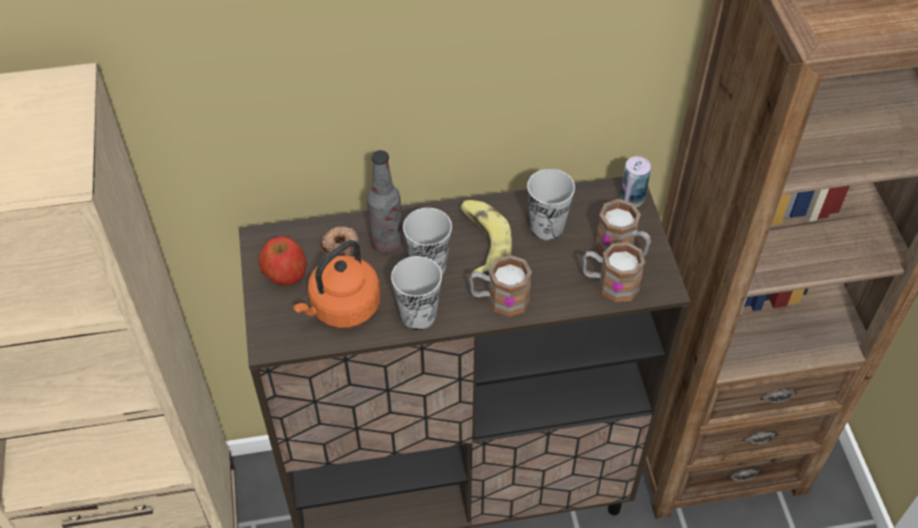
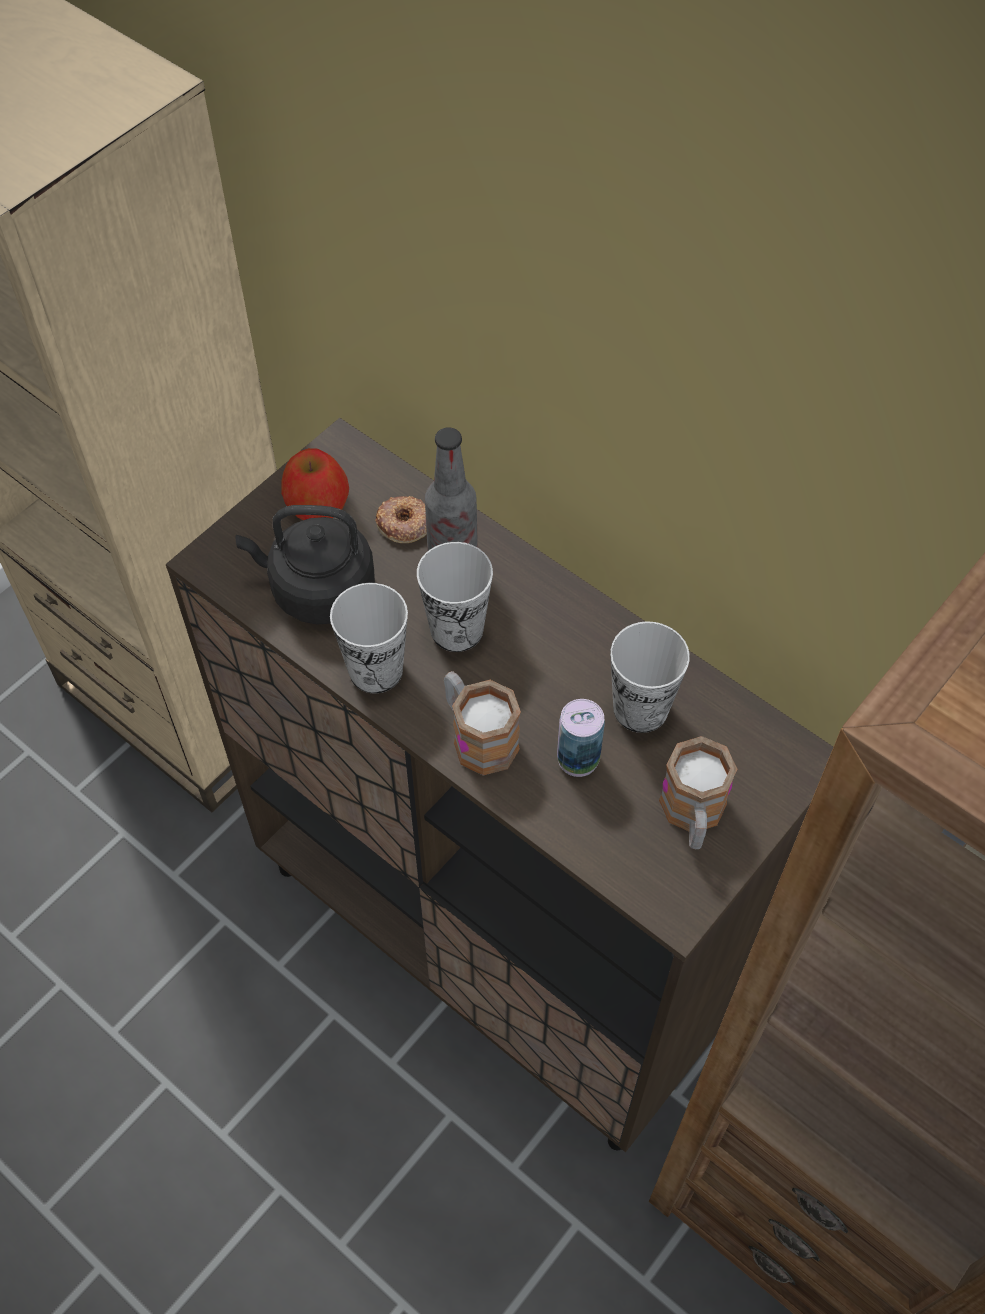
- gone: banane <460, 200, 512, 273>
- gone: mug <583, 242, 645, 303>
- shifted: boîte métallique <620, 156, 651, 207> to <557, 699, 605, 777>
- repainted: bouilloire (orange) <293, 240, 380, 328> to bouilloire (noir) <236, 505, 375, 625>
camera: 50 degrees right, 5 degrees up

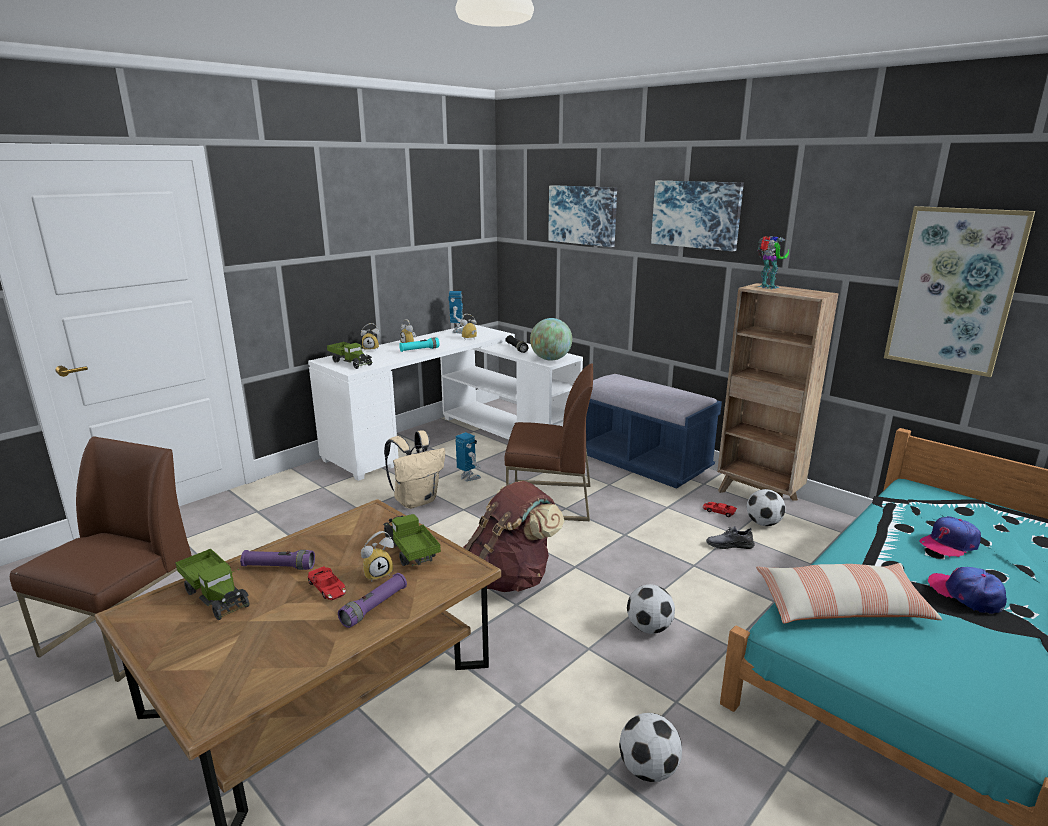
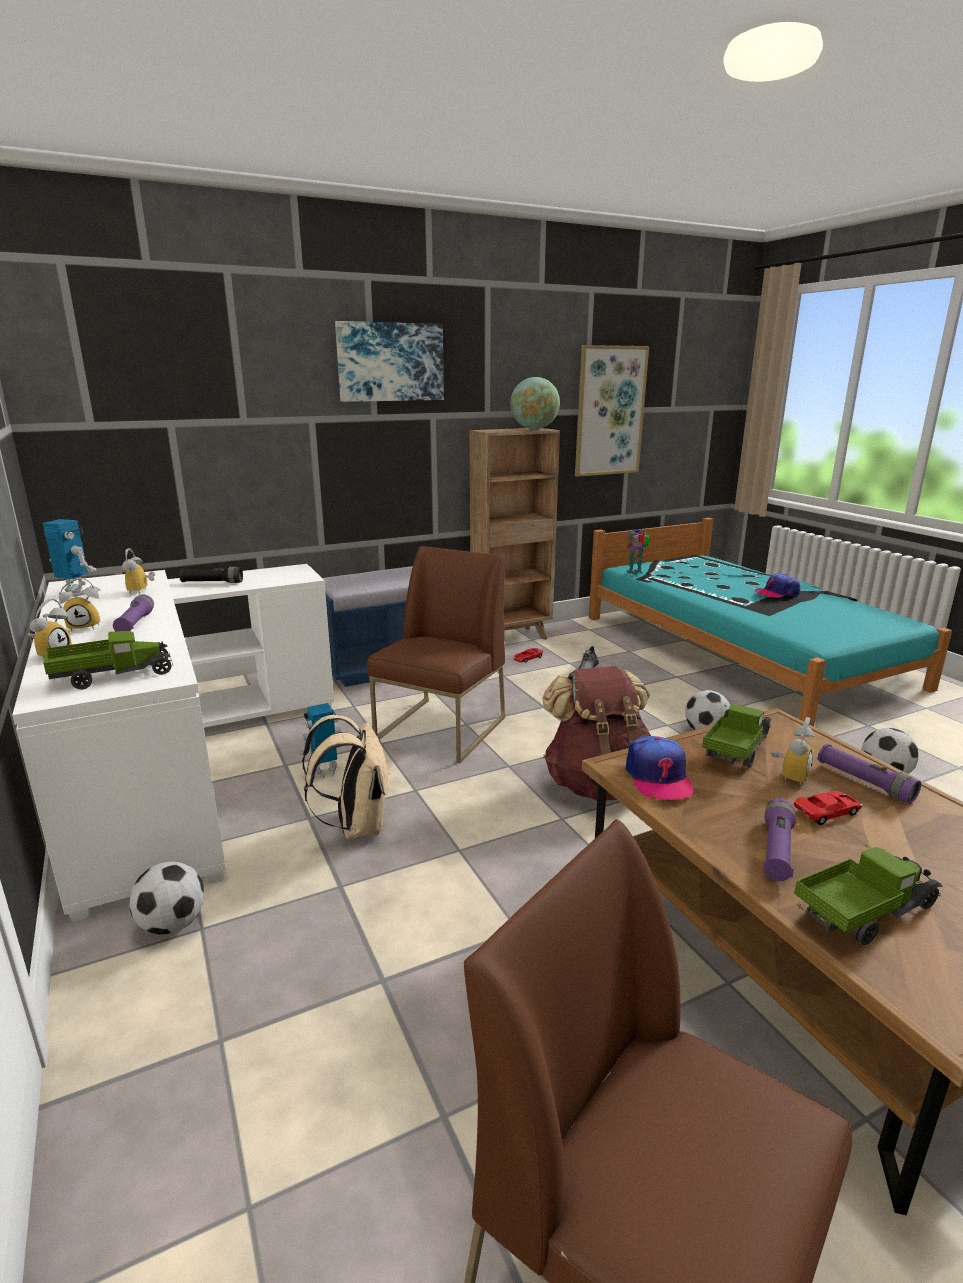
- gone: tableau <548, 185, 617, 247>
- gone: coussin <756, 563, 942, 623>
- shifted: globe <530, 318, 572, 361> to <510, 377, 560, 429>
- shifted: ballon de foot <747, 489, 786, 526> to <129, 861, 204, 935>
- shifted: robot jouet <757, 236, 789, 289> to <626, 529, 651, 575>
- shifted: casquette <919, 516, 981, 557> to <625, 736, 694, 800>
- repainted: lampe de poche (turquoise) <399, 338, 439, 352> to lampe de poche (violet) <113, 595, 154, 631>
- rotated: réveil <361, 531, 394, 581> = <771, 717, 815, 785> 45 degrees clockwise
- rotated: camion jouet <383, 514, 441, 566> = <702, 704, 771, 768> 135 degrees clockwise
camera: 70 degrees left, 0 degrees up

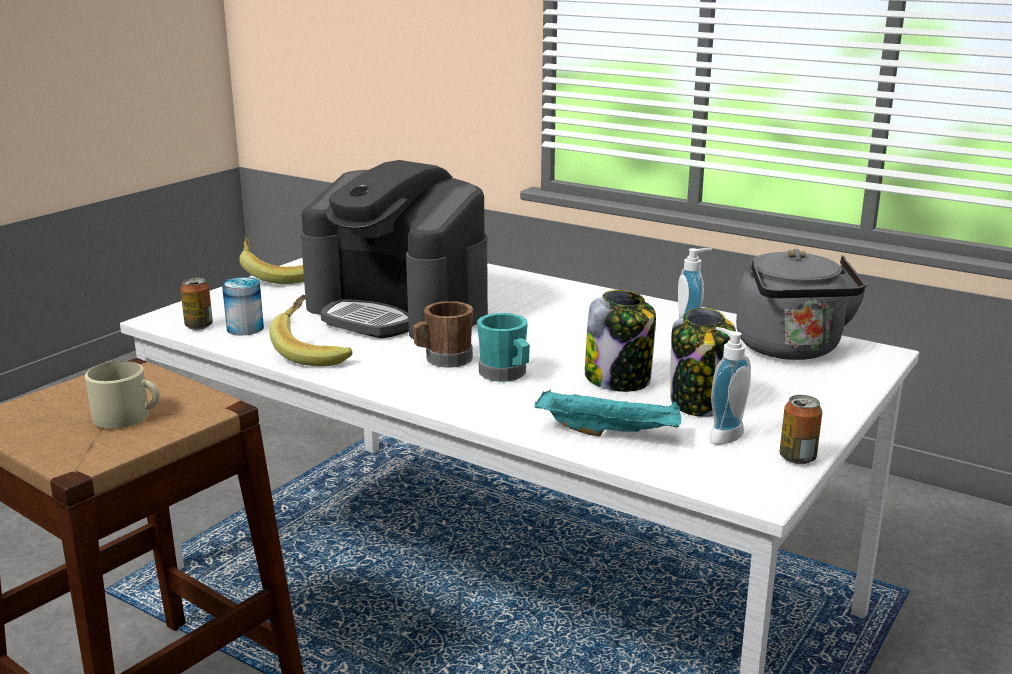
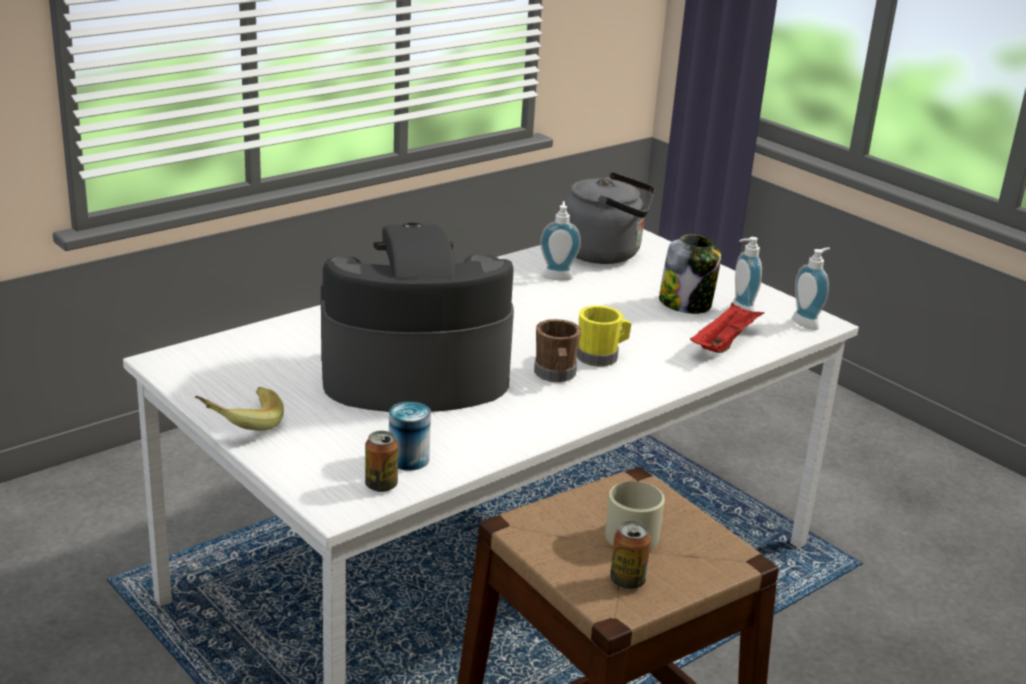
- gone: banane <269, 295, 352, 366>
- gone: bocal <585, 290, 656, 392>
- new: distributeur de savon <792, 248, 830, 330>
- shifted: boîte métallique <780, 395, 822, 464> to <610, 521, 651, 589>
- repainted: mug (turquoise) <477, 313, 530, 382> to mug (jaune) <577, 305, 631, 367>
- repainted: plateau (turquoise) <534, 389, 681, 437> to plateau (rouge) <690, 302, 764, 353>
- rotated: machine à café <301, 160, 488, 339> = <321, 223, 514, 412> 150 degrees counterclockwise
camera: 75 degrees left, 5 degrees up

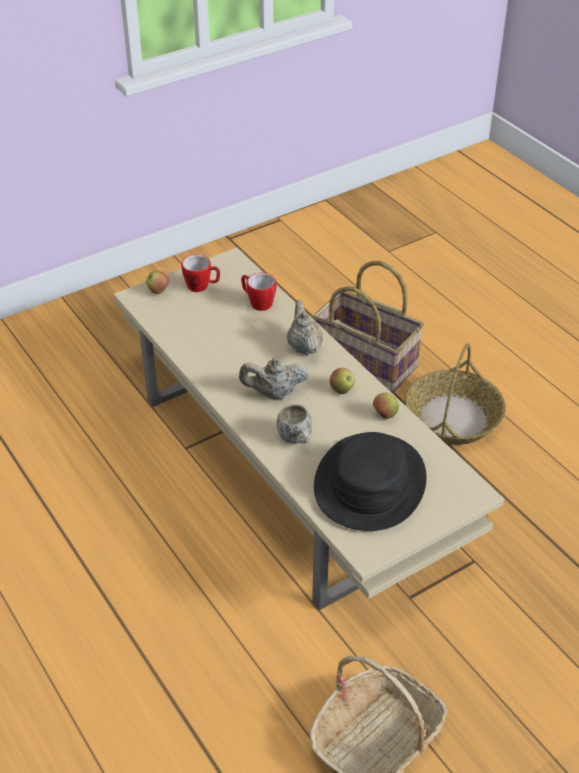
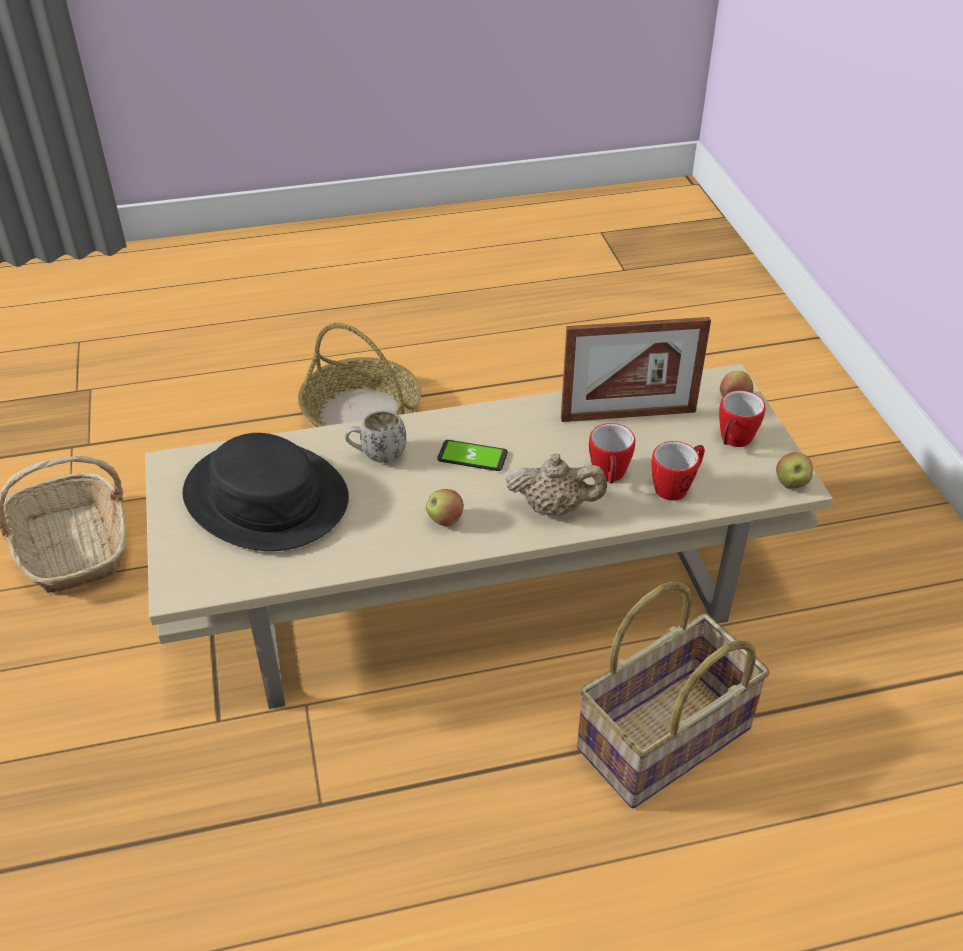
- new: cadre photo <561, 317, 711, 422>
- new: mug <589, 423, 635, 484>
- shifted: pomme <373, 393, 399, 419> to <776, 452, 813, 488>
- shifted: panier <405, 343, 506, 445> to <298, 323, 421, 427>
- swapped: théière (beige) <239, 357, 309, 400> to téléphone <437, 440, 508, 471>
camera: 110 degrees right, 0 degrees up

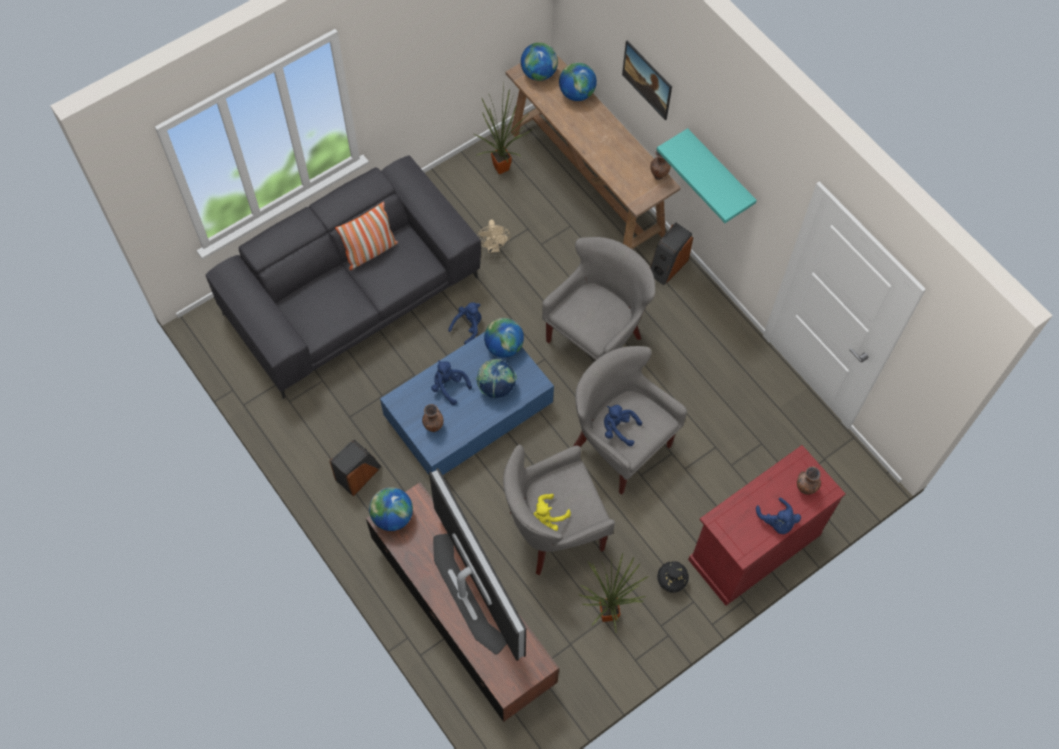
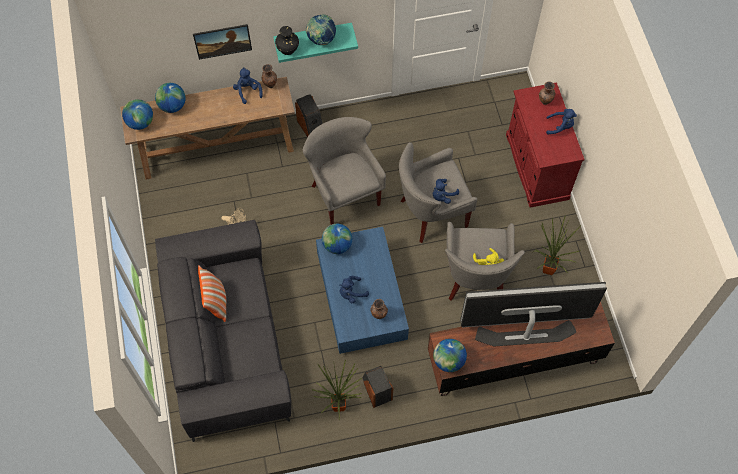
- shifted: peluche (bleu) <448, 302, 481, 344> to <233, 67, 263, 104>
- shifted: plante en pot <474, 81, 532, 174> to <312, 359, 362, 420>
- shifted: globe <476, 359, 517, 398> to <305, 15, 336, 45>
- shifted: vase (noir) <657, 561, 689, 593> to <275, 26, 299, 55>
camera: 65 degrees left, 0 degrees up

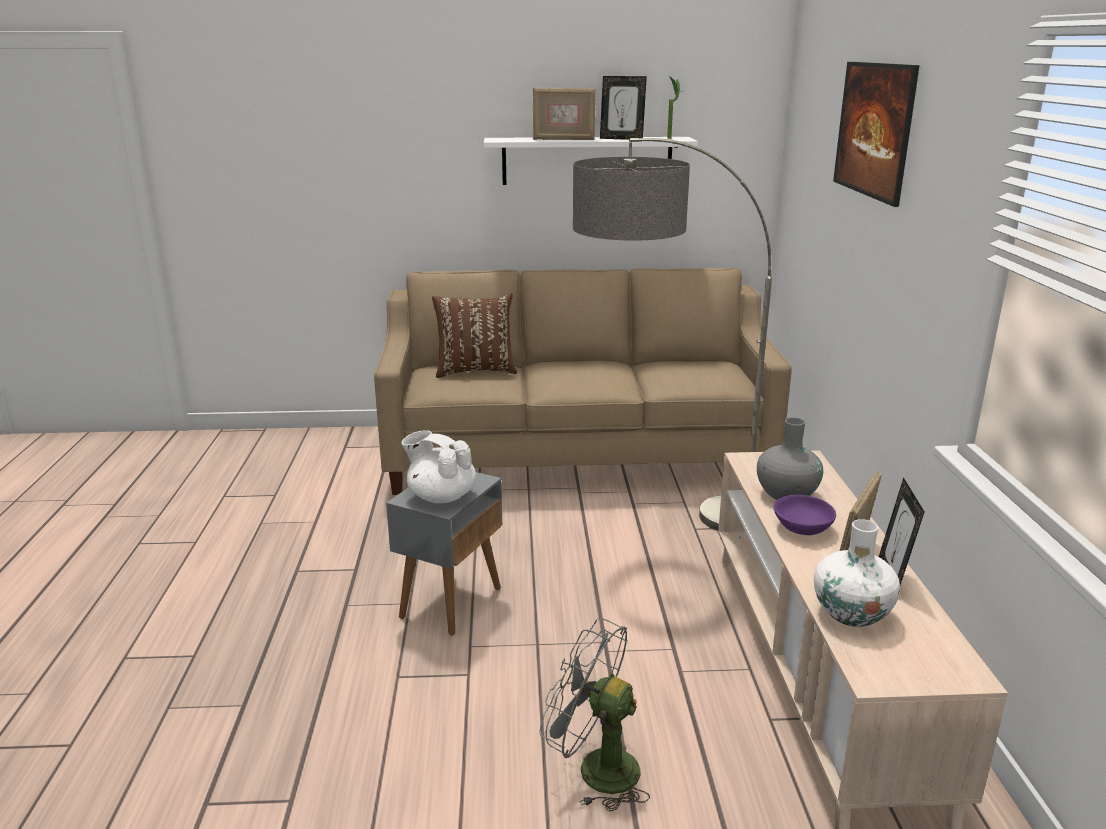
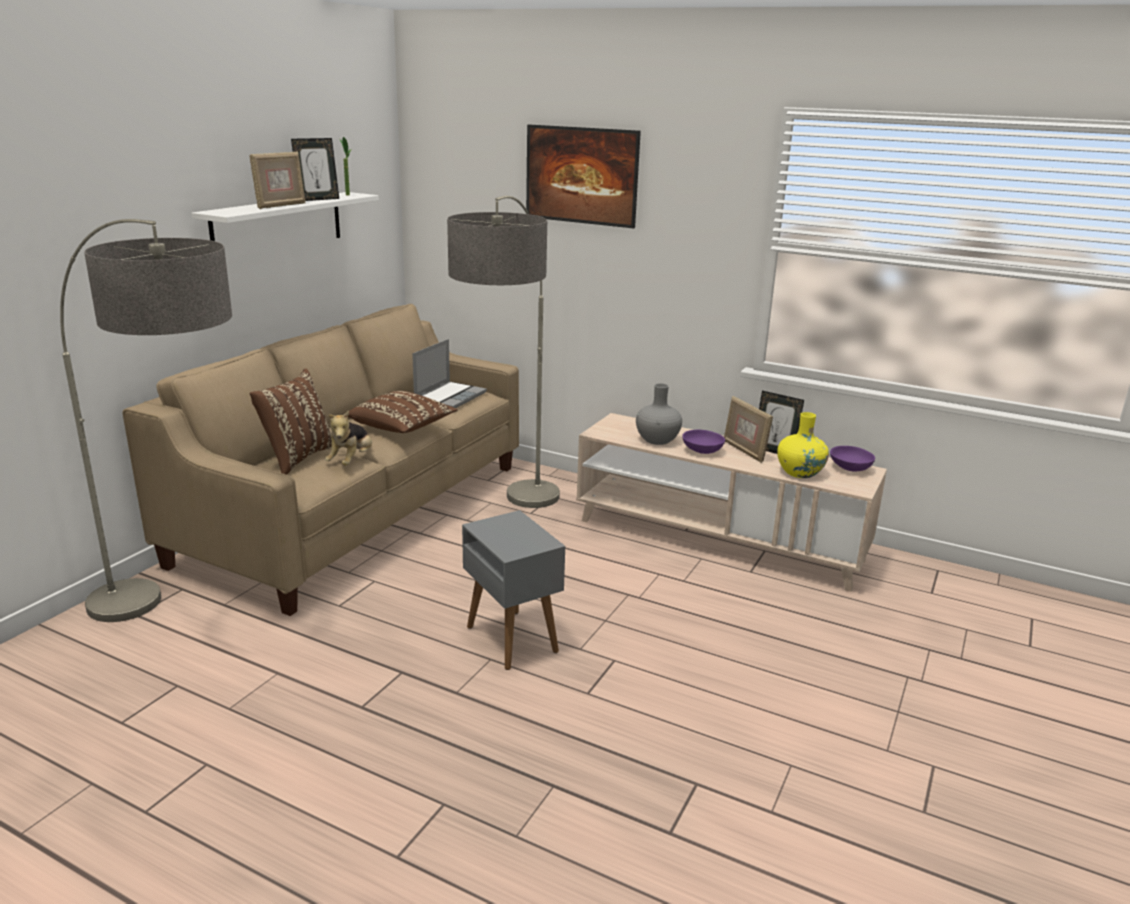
- gone: théière (blanc) <401, 430, 476, 503>
- gone: ventilateur (gris) <539, 618, 650, 812>
- new: lampadaire <60, 219, 232, 622>
- new: peluche <325, 411, 372, 466>
- new: coussin (marron) <348, 391, 457, 433>
- new: ordinateur portable <412, 339, 487, 408>
- new: bol (violet) <830, 446, 875, 472>
- repainted: vase (blanc) <814, 519, 900, 627> to vase (jaune) <777, 412, 829, 478>
camera: 60 degrees left, 0 degrees up

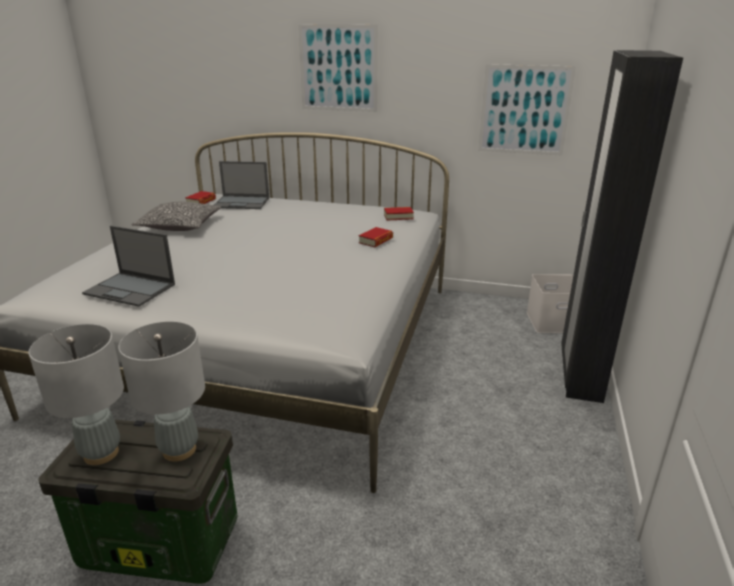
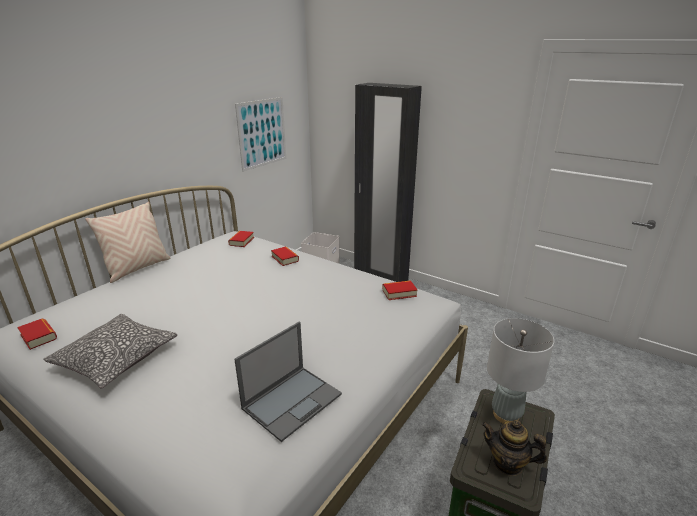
- gone: ordinateur portable <214, 161, 269, 209>
- gone: tableau <298, 24, 378, 112>
- new: coussin (beige) <85, 202, 170, 283>
- new: livre <382, 280, 417, 300>
- swapped: lampe de table (gris) <28, 324, 124, 465> to théière <481, 420, 547, 476>
camera: 70 degrees left, 0 degrees up

